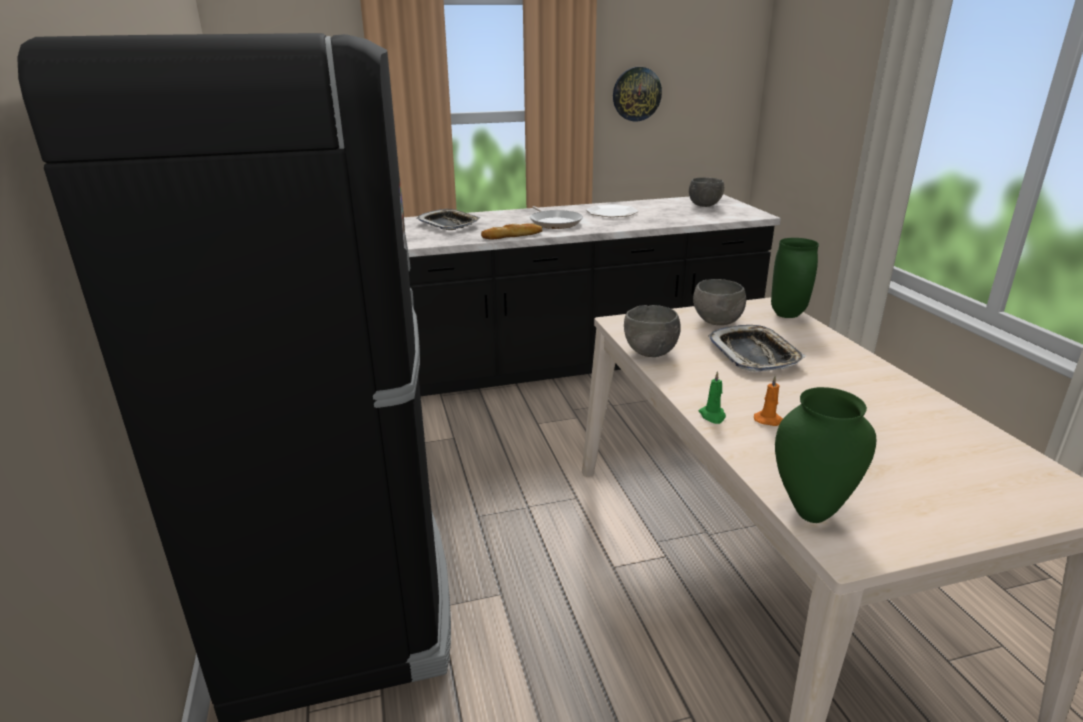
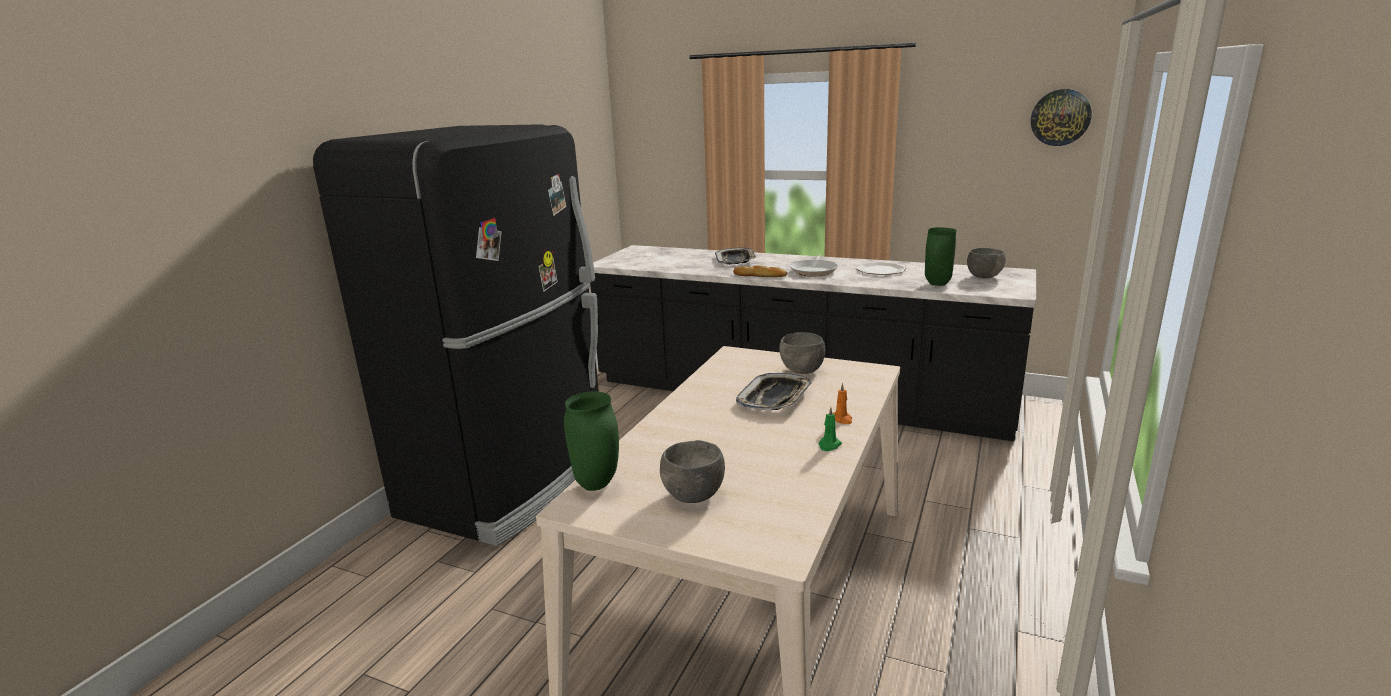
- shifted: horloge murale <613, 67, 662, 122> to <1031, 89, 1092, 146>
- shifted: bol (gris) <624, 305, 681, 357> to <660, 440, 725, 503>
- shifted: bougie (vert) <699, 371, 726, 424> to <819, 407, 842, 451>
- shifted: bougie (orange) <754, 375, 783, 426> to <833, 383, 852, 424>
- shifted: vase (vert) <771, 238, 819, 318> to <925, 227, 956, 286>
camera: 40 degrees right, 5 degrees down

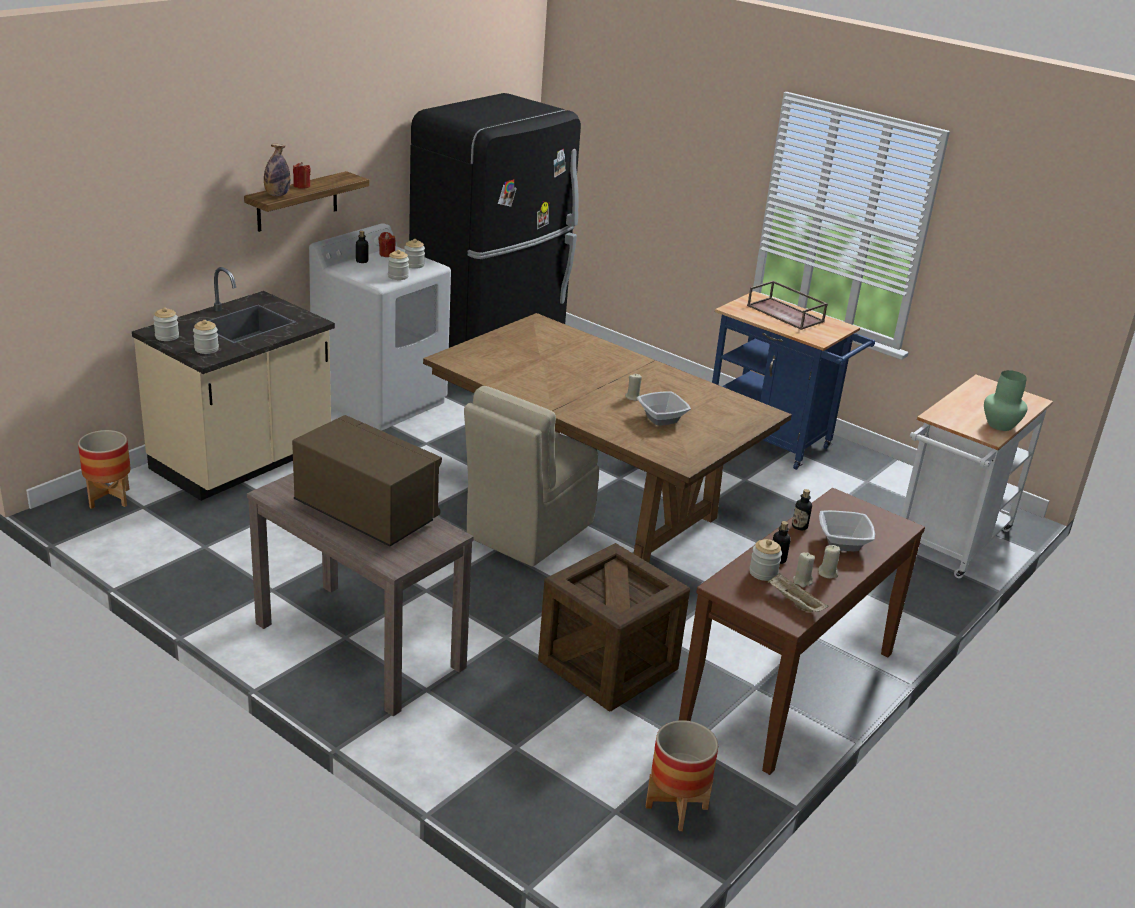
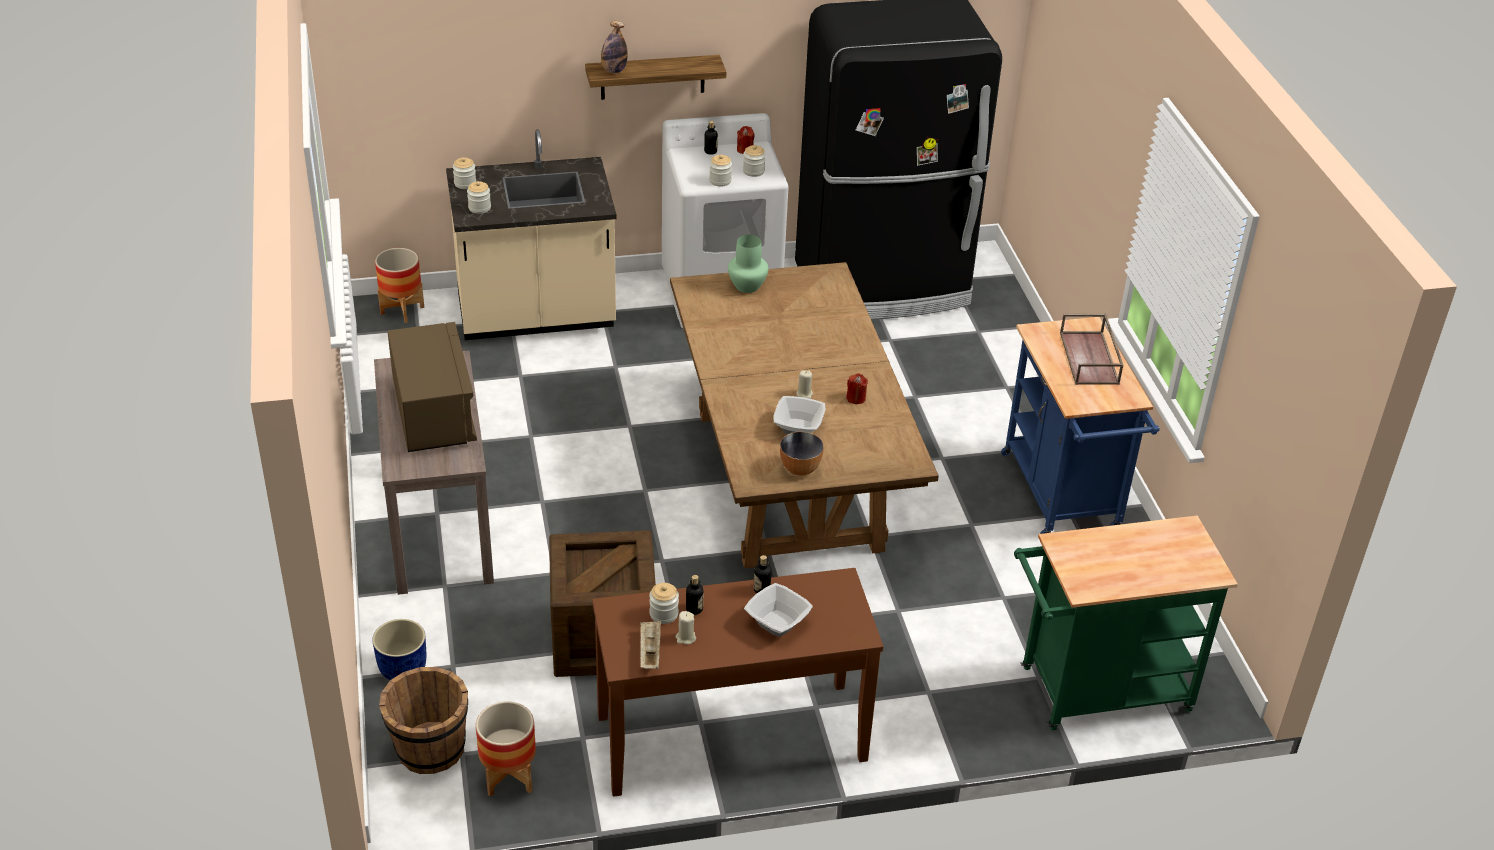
- gone: chaise (beige) <464, 386, 599, 567>
- gone: bougie (beige) <818, 545, 840, 579>
- new: cache-pot (bleu) <372, 619, 426, 680>
- new: seau (marron) <379, 667, 468, 774>
- new: bol <780, 432, 824, 475>
- shifted: bougie (rouge) <293, 162, 311, 188> to <846, 373, 868, 404>
- shifted: vase (vert) <984, 370, 1028, 431> to <728, 235, 768, 293>
- repainted: chariot (blanc) <901, 375, 1053, 578> to chariot (vert) <1014, 515, 1238, 730>
camera: 40 degrees right, 10 degrees up

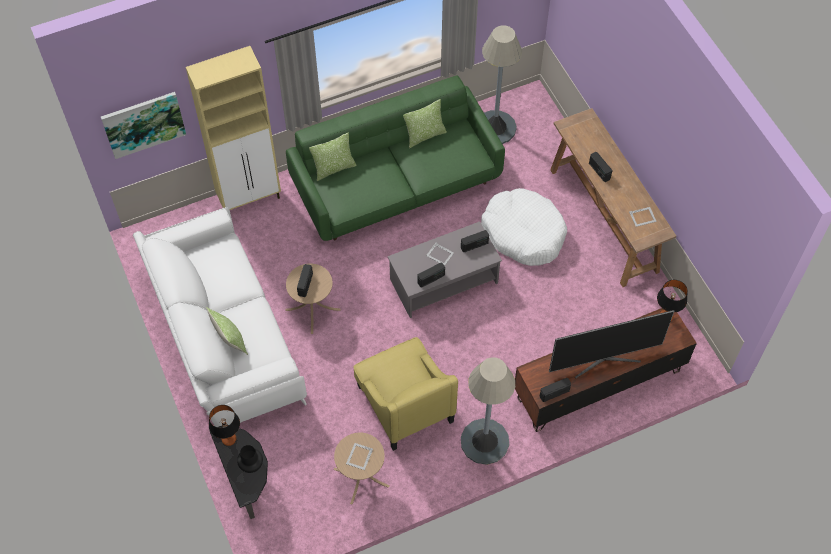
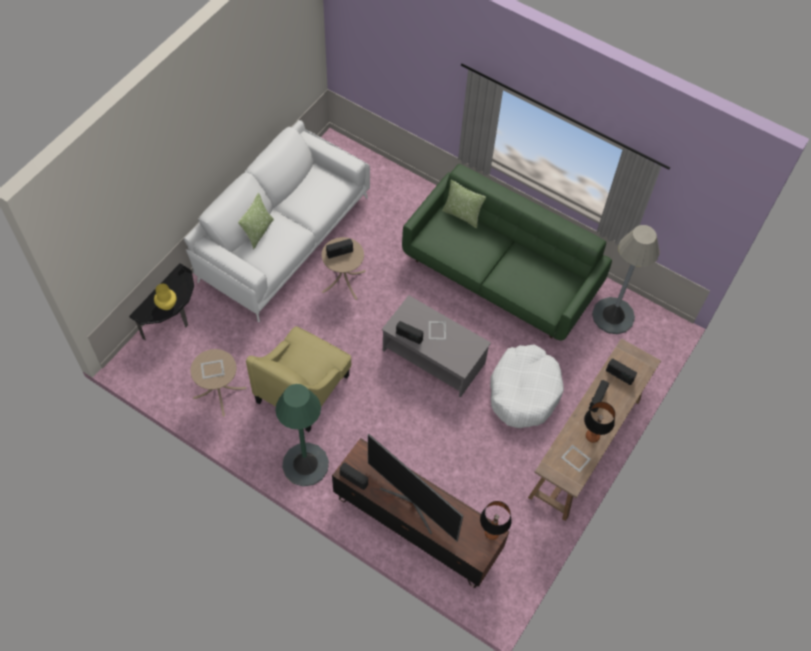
- gone: tableau <101, 92, 186, 159>
- gone: meuble de rangement (beige) <186, 46, 281, 210>
- gone: coussin <403, 99, 447, 148>
- shifted: lampe de table <209, 405, 240, 446> to <584, 402, 615, 443>
- shifted: radio <461, 230, 489, 252> to <606, 359, 637, 385>
- repainted: vase (noir) <237, 445, 263, 473> to vase (jaune) <154, 284, 177, 310>
- repainted: lampadaire (gris) <461, 357, 515, 465> to lampadaire (vert) <275, 384, 329, 487>
camera: 55 degrees right, 0 degrees up

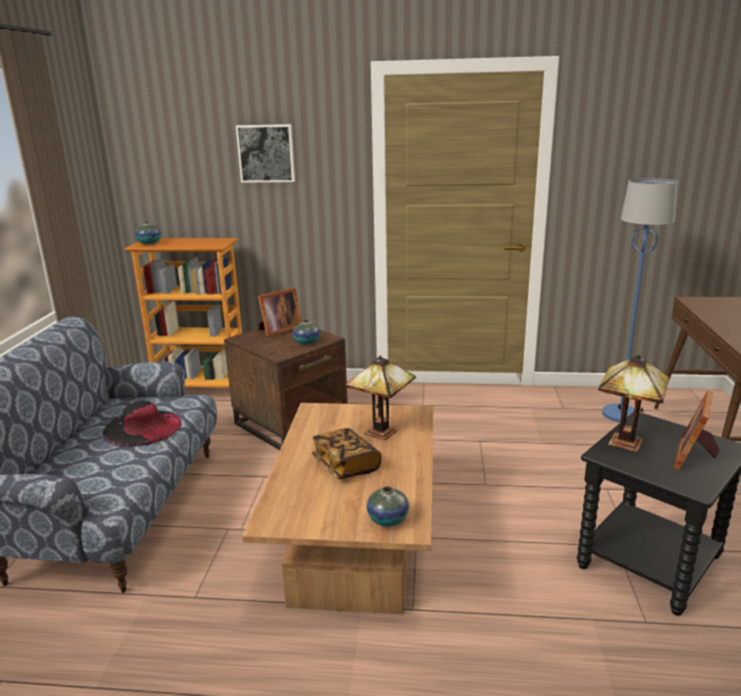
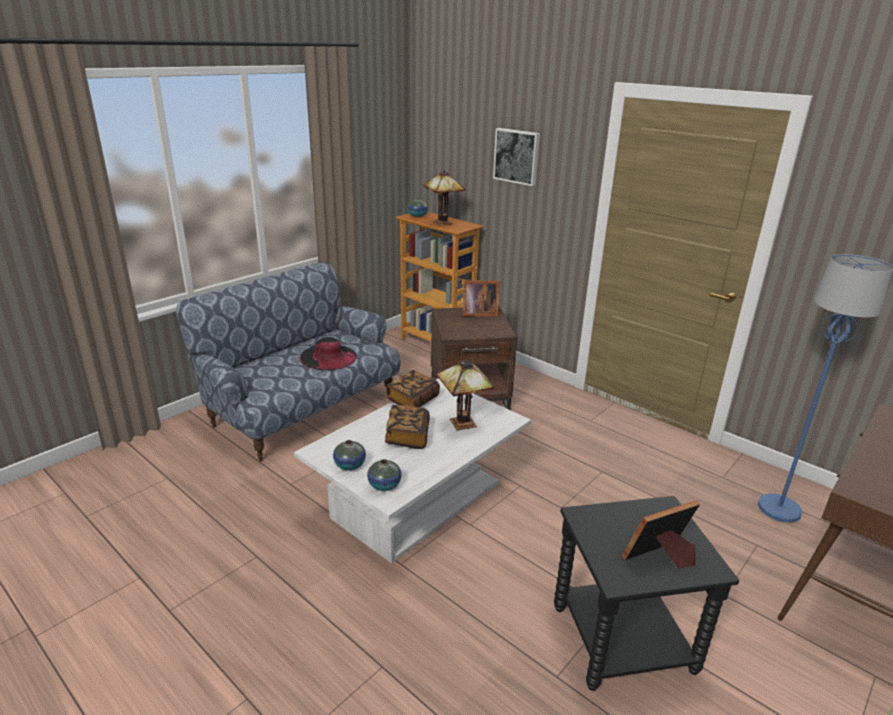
- new: livre <386, 370, 440, 407>
- shifted: vase <293, 320, 320, 345> to <333, 440, 366, 470>
- shifted: lampe de table <598, 355, 670, 452> to <423, 170, 466, 226>
- repainted: table basse (marron) <242, 403, 434, 614> to table basse (blanc) <294, 378, 531, 563>
camera: 35 degrees right, 5 degrees up

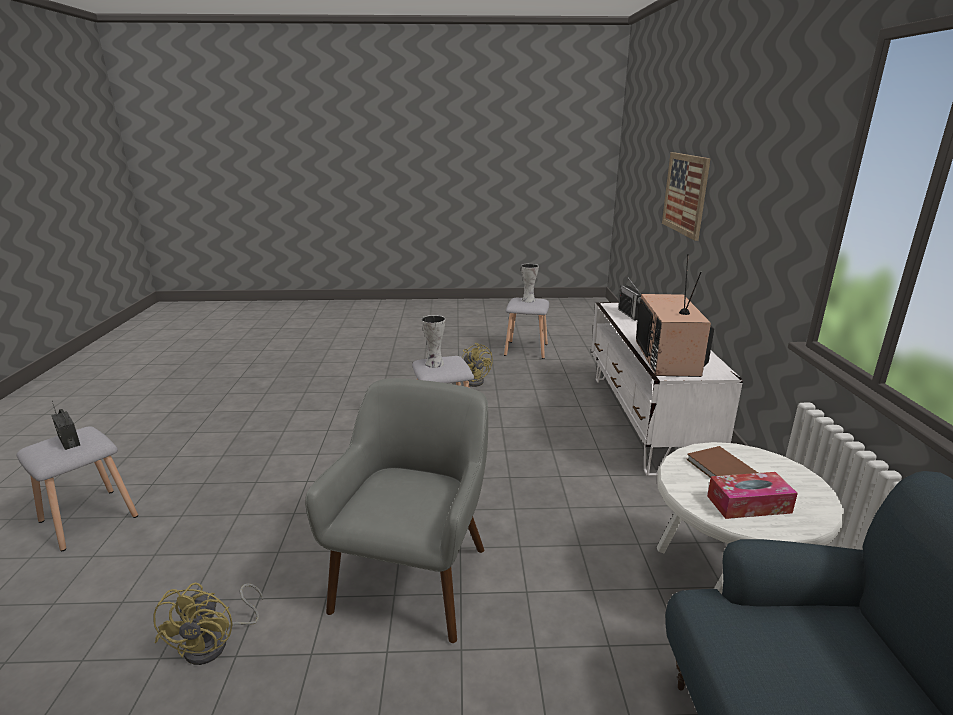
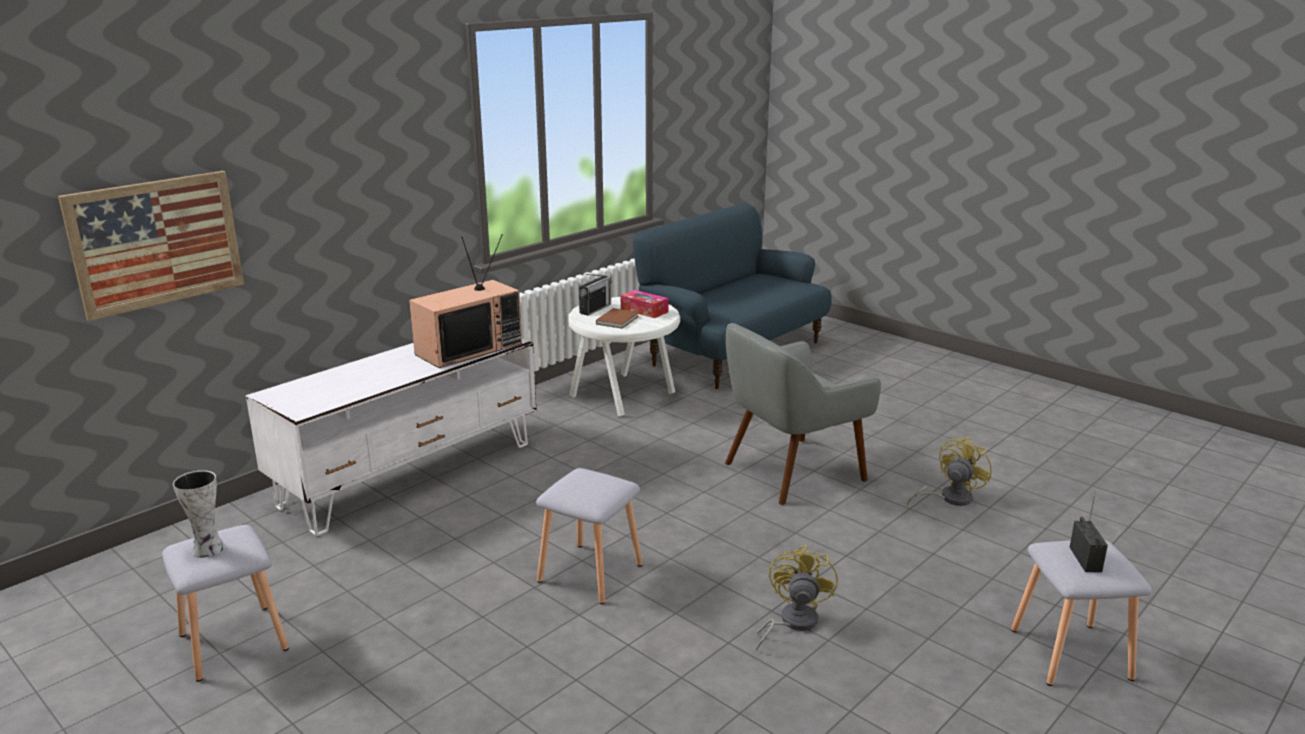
- gone: vase <421, 315, 445, 368>
- shifted: ventilateur (jaune) <462, 343, 493, 387> to <756, 545, 838, 650>
- shifted: radio <618, 277, 642, 320> to <579, 274, 612, 316>
camera: 135 degrees left, 0 degrees up

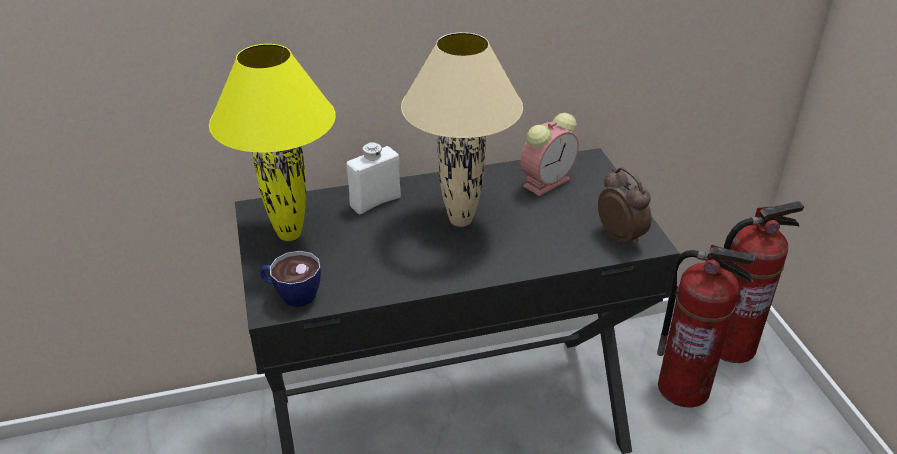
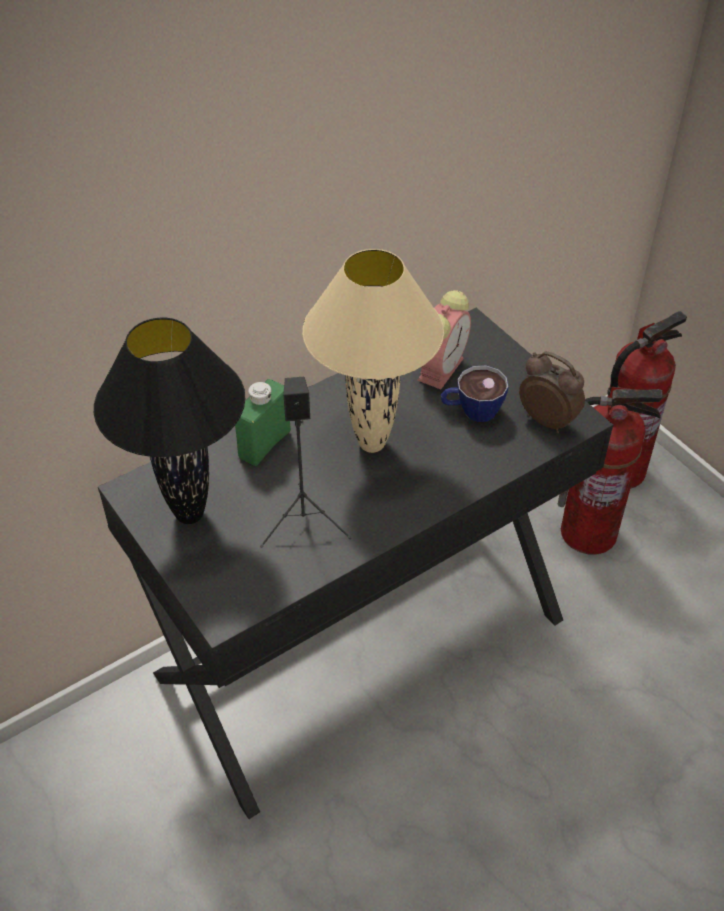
- new: enceinte (noir) <260, 377, 351, 548>
- shifted: tasse <259, 251, 321, 307> to <441, 365, 509, 422>
- repainted: lampe de table (jaune) <209, 44, 336, 241> to lampe de table (noir) <94, 317, 245, 524>
- repainted: bouteille (blanc) <347, 142, 401, 215> to bouteille (vert) <235, 379, 291, 466>
camera: 20 degrees left, 10 degrees up

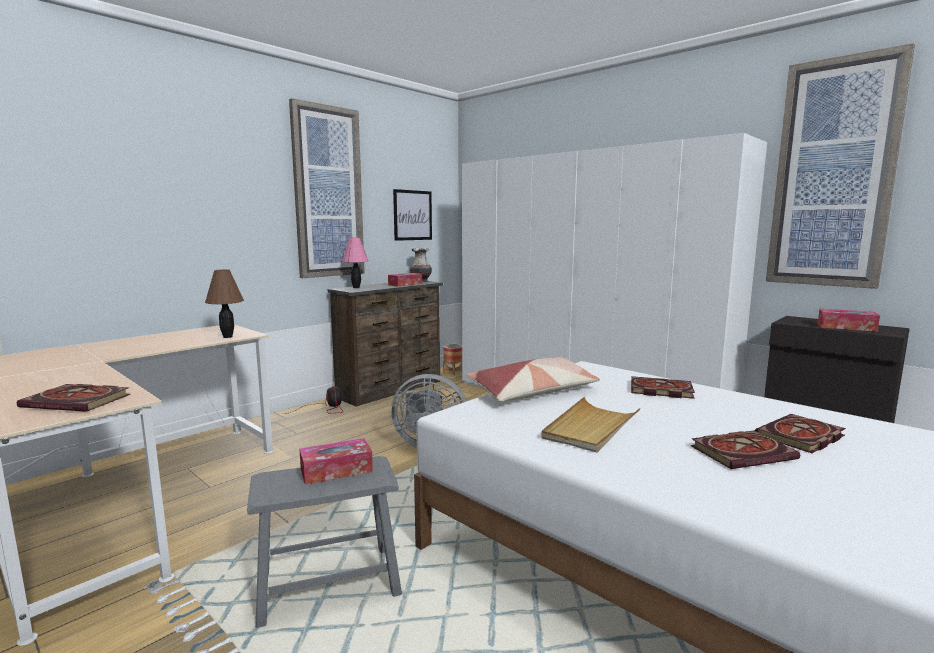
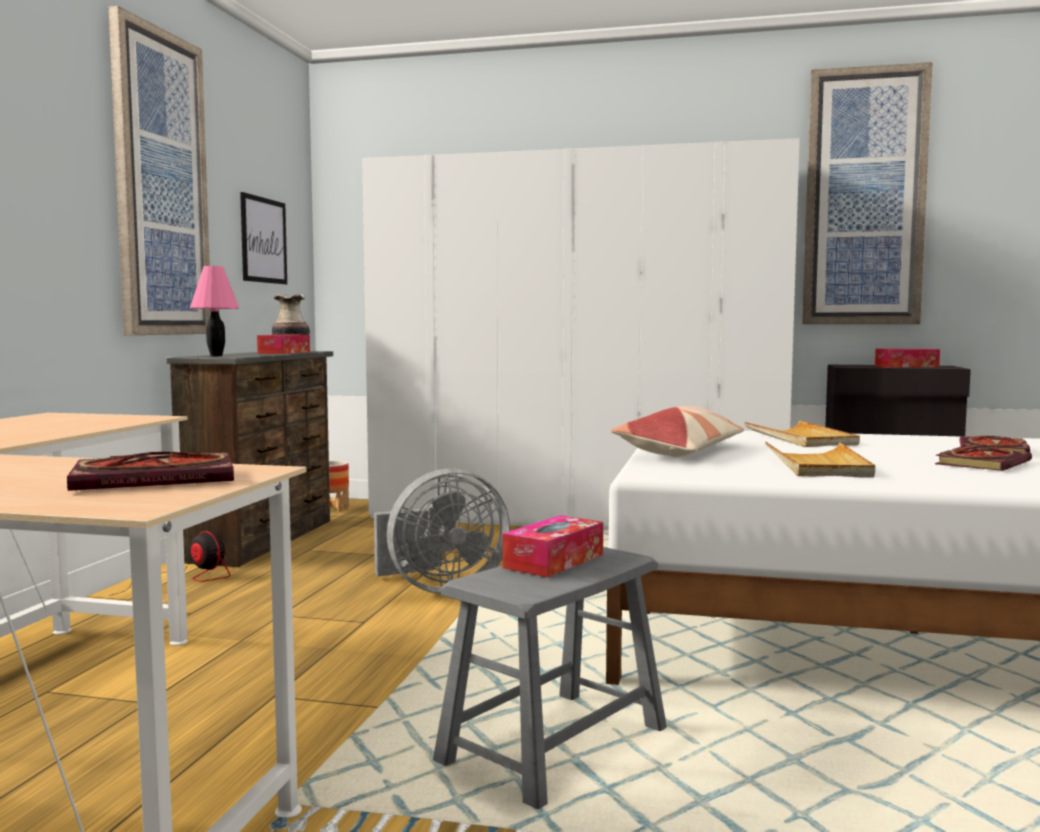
- gone: lampe de table (marron) <205, 269, 244, 338>
- swapped: livre <631, 376, 695, 399> to plateau (beige) <744, 421, 860, 447>
camera: 30 degrees left, 5 degrees down

